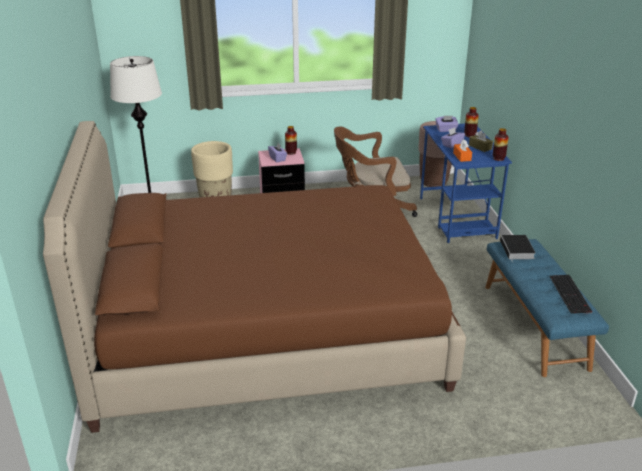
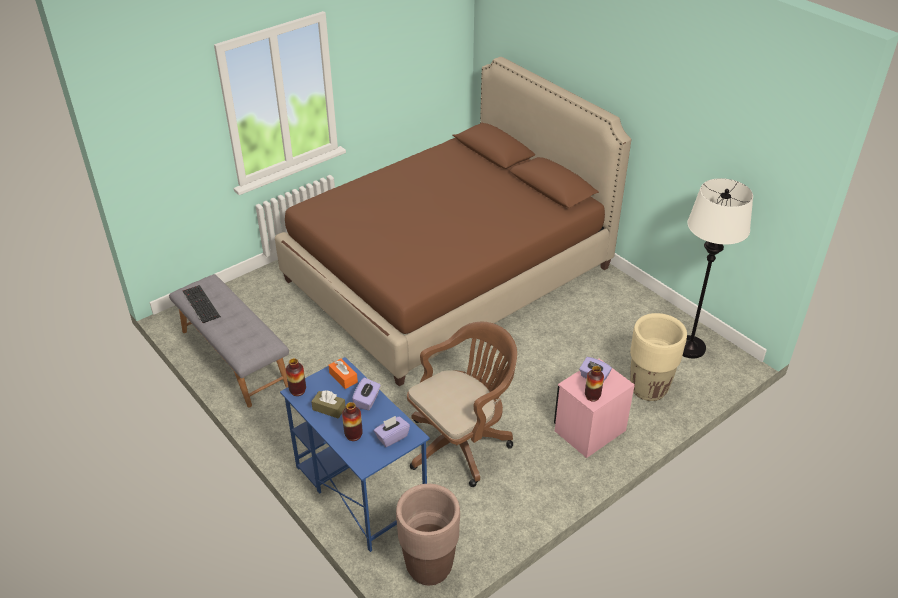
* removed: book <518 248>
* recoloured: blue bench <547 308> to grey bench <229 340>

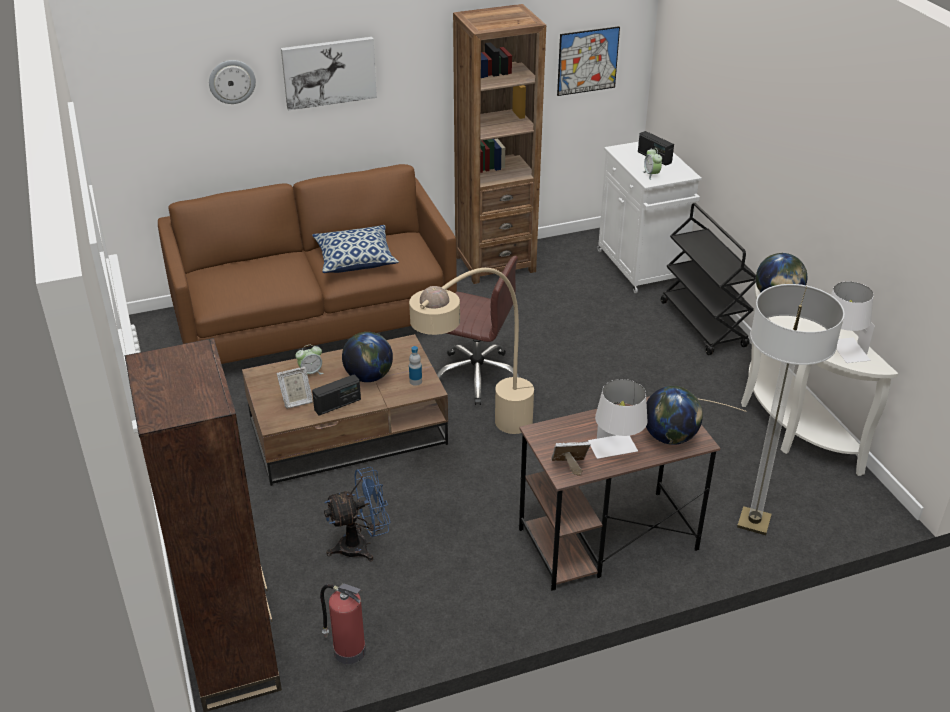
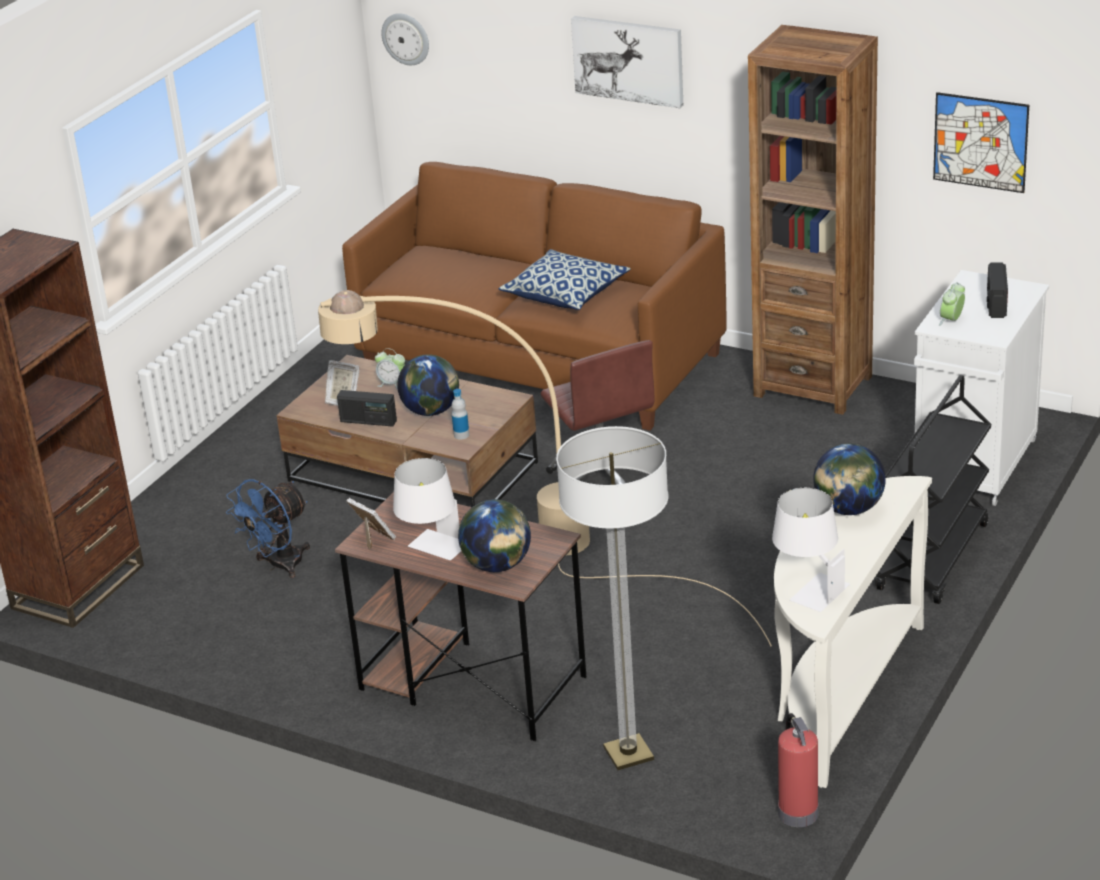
* moved: wall clock <232 82> to <405 39>
* moved: fire extinguisher <343 623> to <798 770>
* turned: blue fan <357 514> = <268 528> 105 degrees clockwise

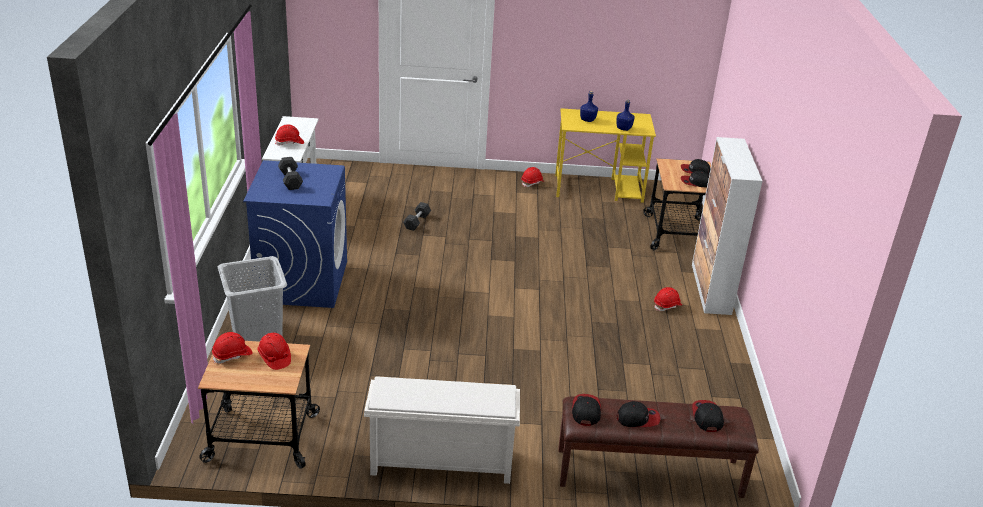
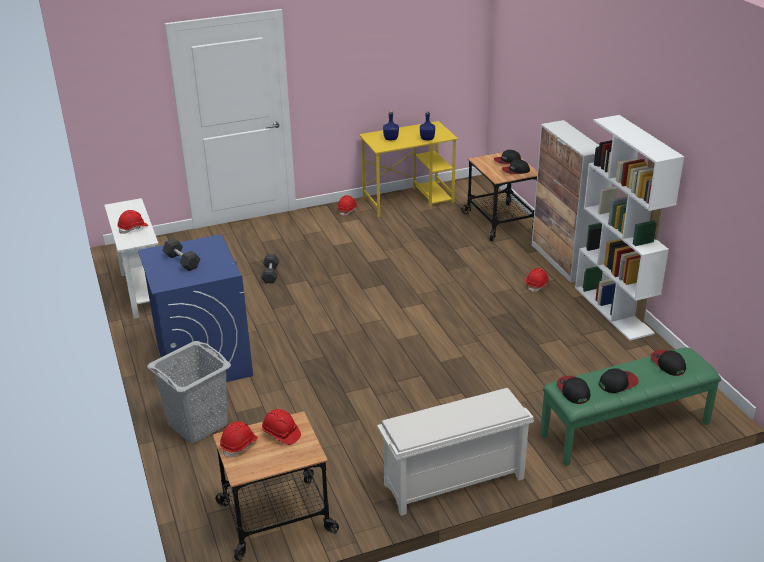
* added: white bookcase <629 228>
* recoloured: brown bench <658 447> to green bench <630 406>

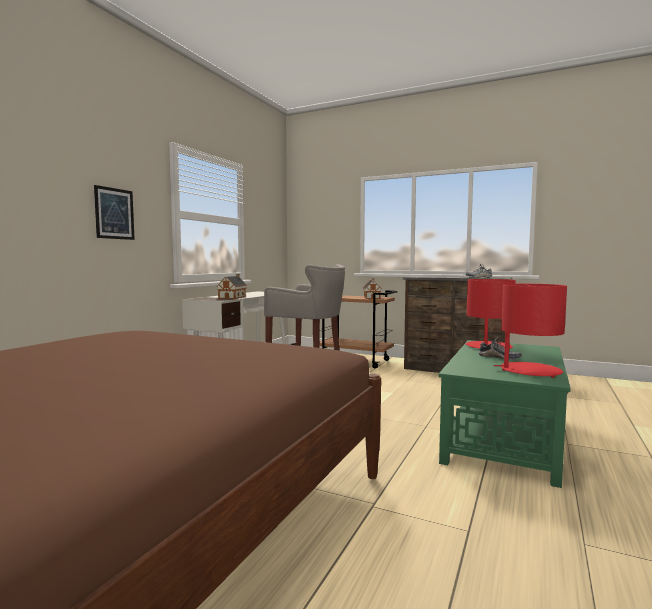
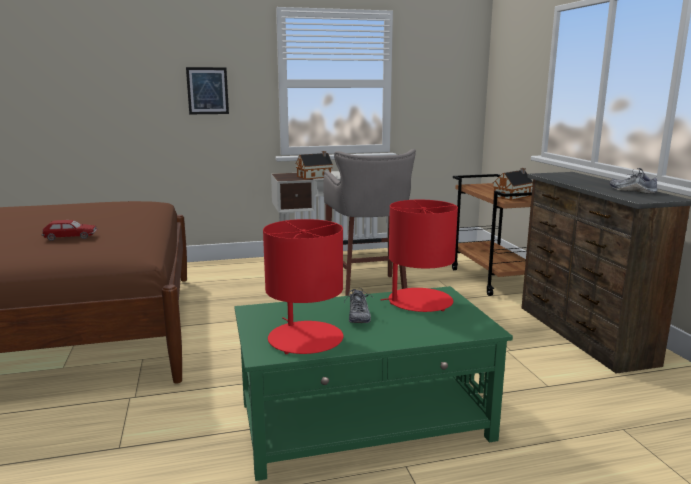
* added: toy car <69 230>

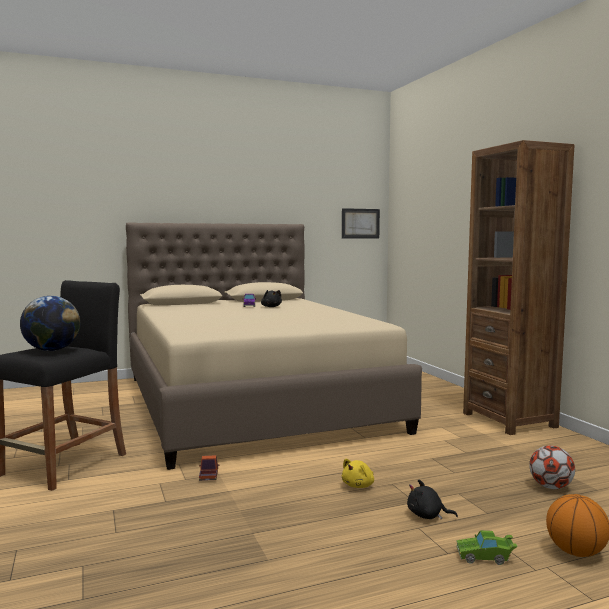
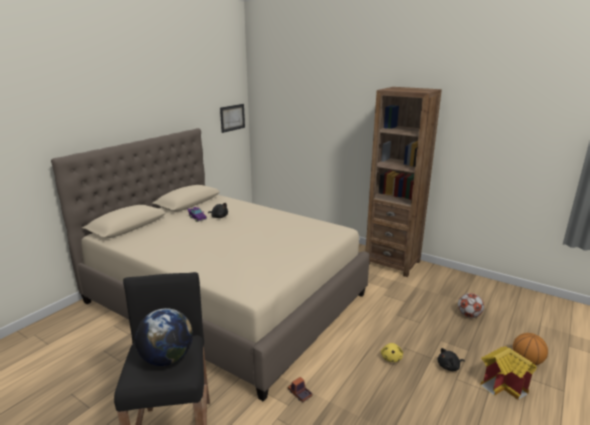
* replaced: green toy car <487 547> to toy house <508 373>

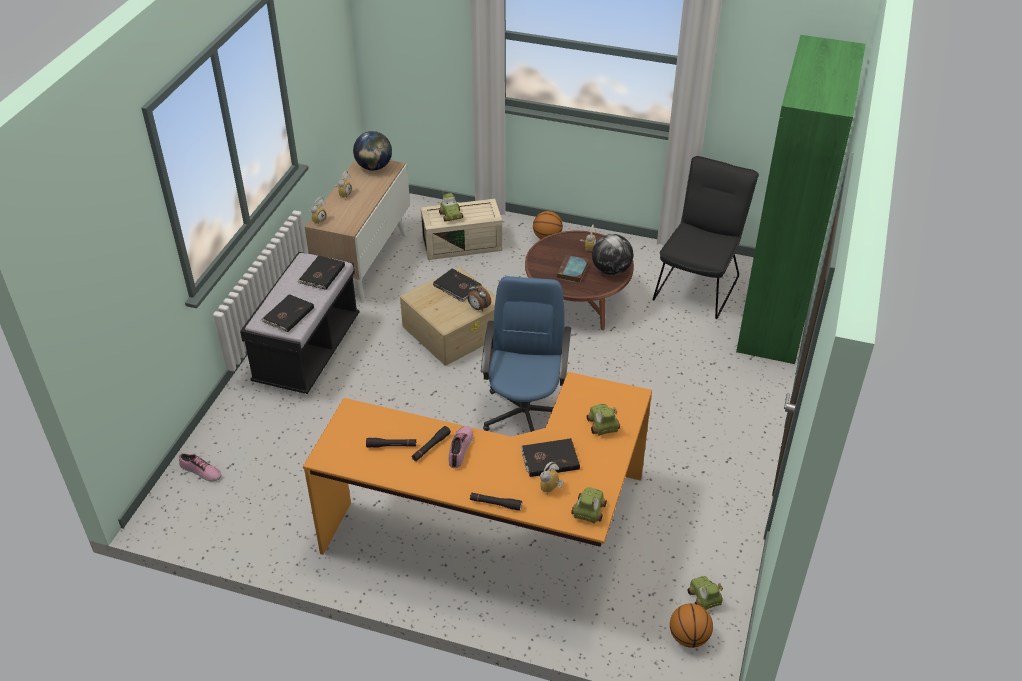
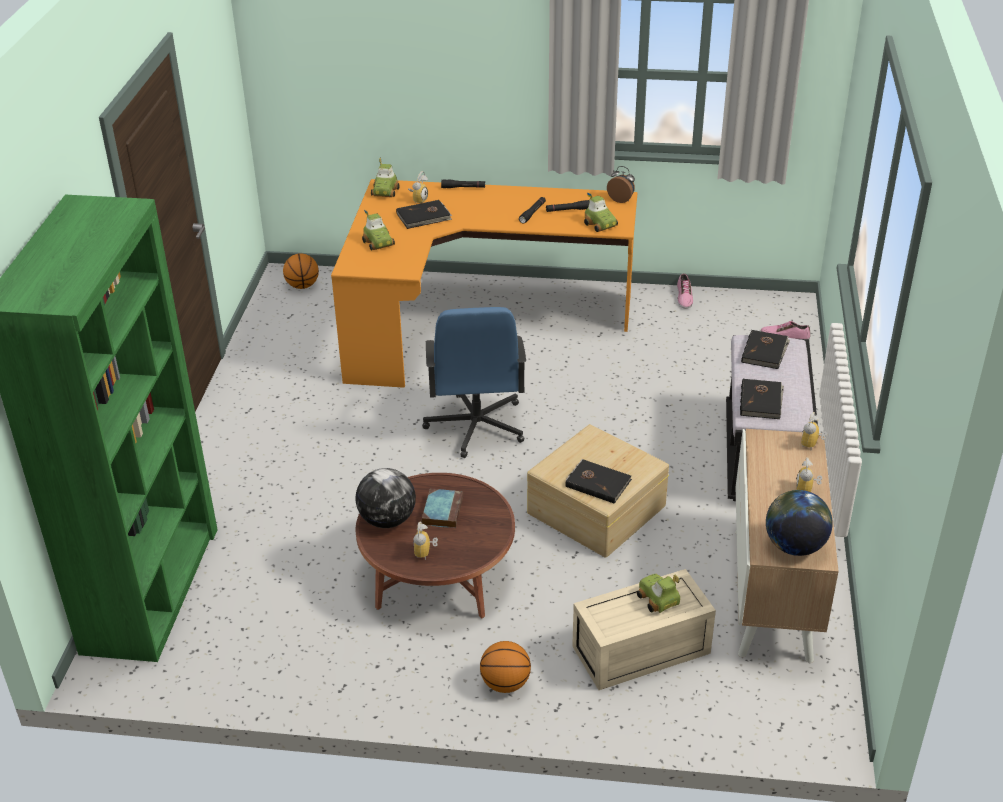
* removed: black chair <706 237>
* moved: shoe <461 447> to <685 291>
* moved: alarm clock <479 297> to <621 184>
* moved: toy car <705 593> to <601 212>

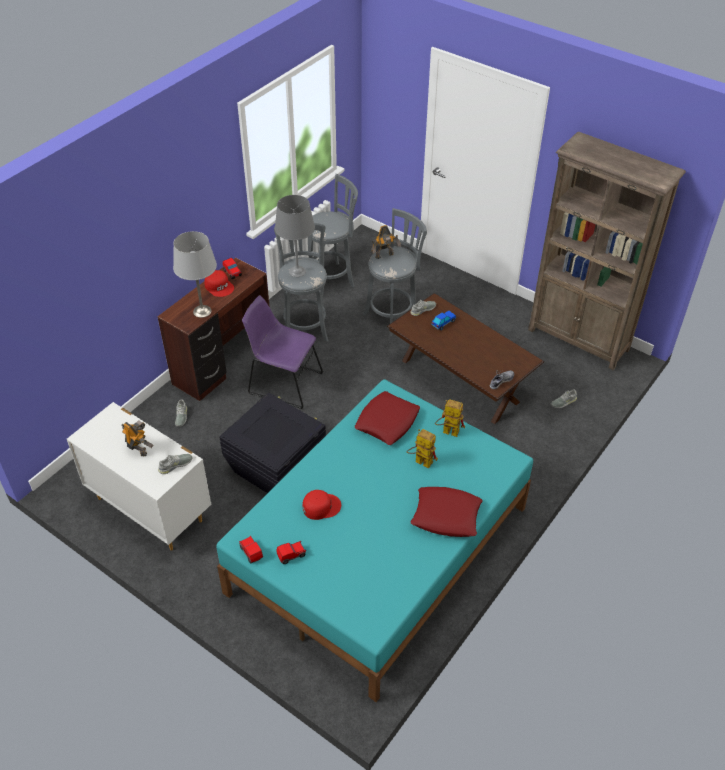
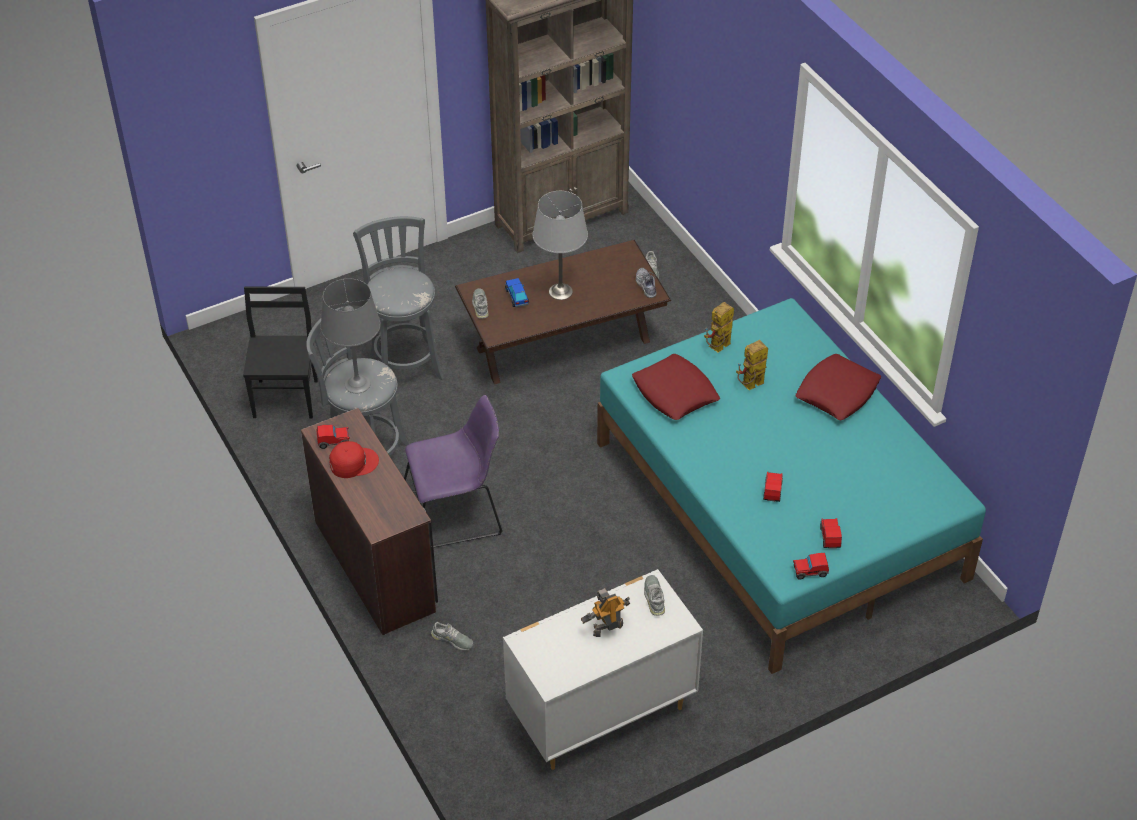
* removed: black storage box <272 443>
* removed: toy robot <386 242>
* moved: grey table lamp <195 274> to <560 245>
* replaced: red cap <322 505> to toy car <773 487>
* replaced: grey stool <333 235> to black chair <280 352>
* turned: purple chair <283 352> = <453 471> 150 degrees counterclockwise

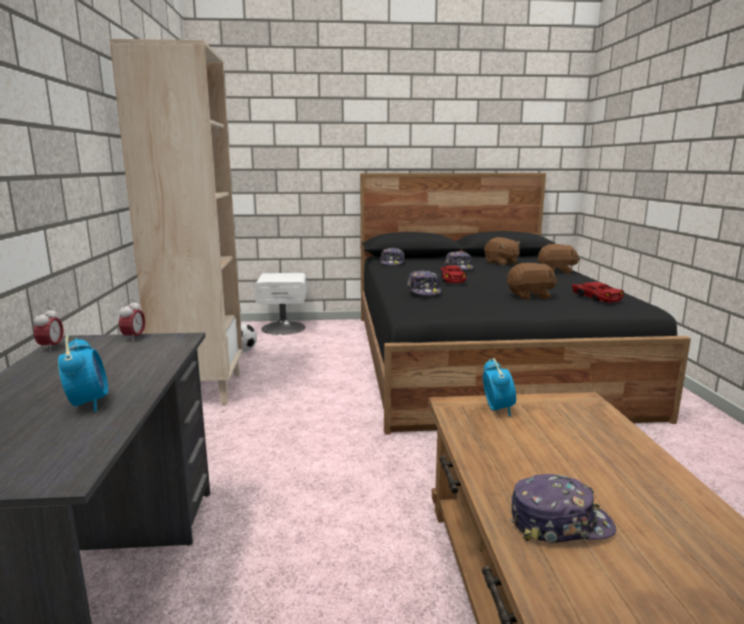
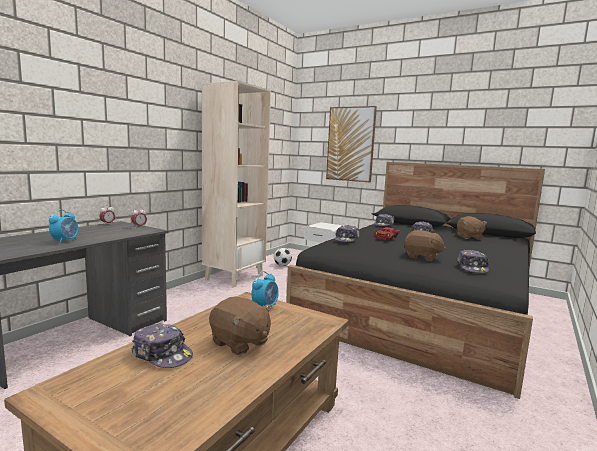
* added: picture <351 144>
* moved: brown plush toy <559 258> to <240 325>
* replaced: red toy car <598 292> to cap <473 261>

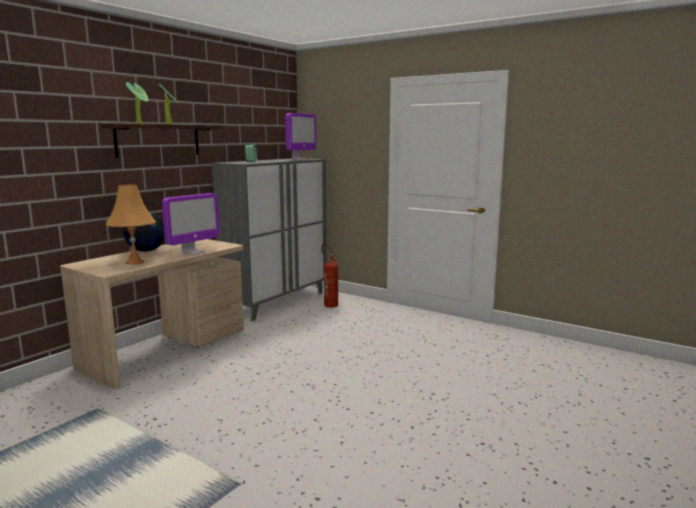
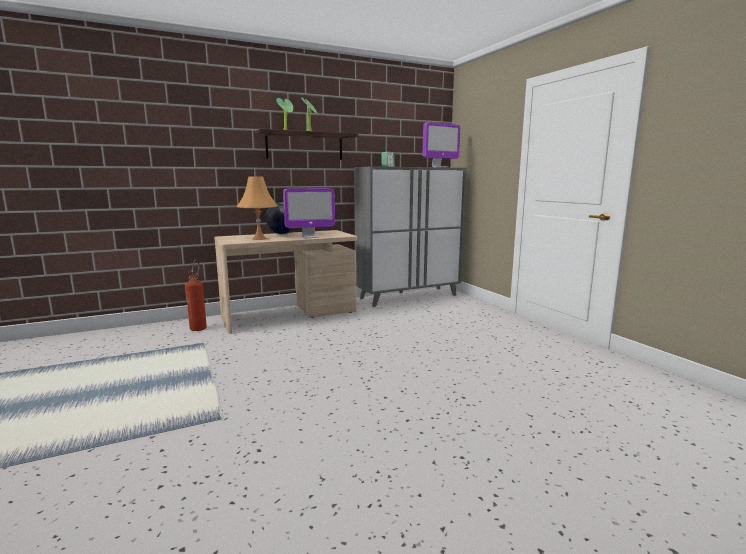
* moved: fire extinguisher <329 276> to <196 295>

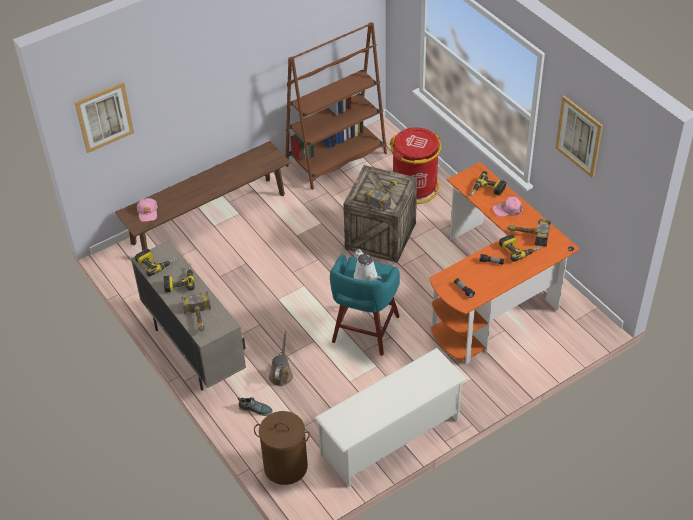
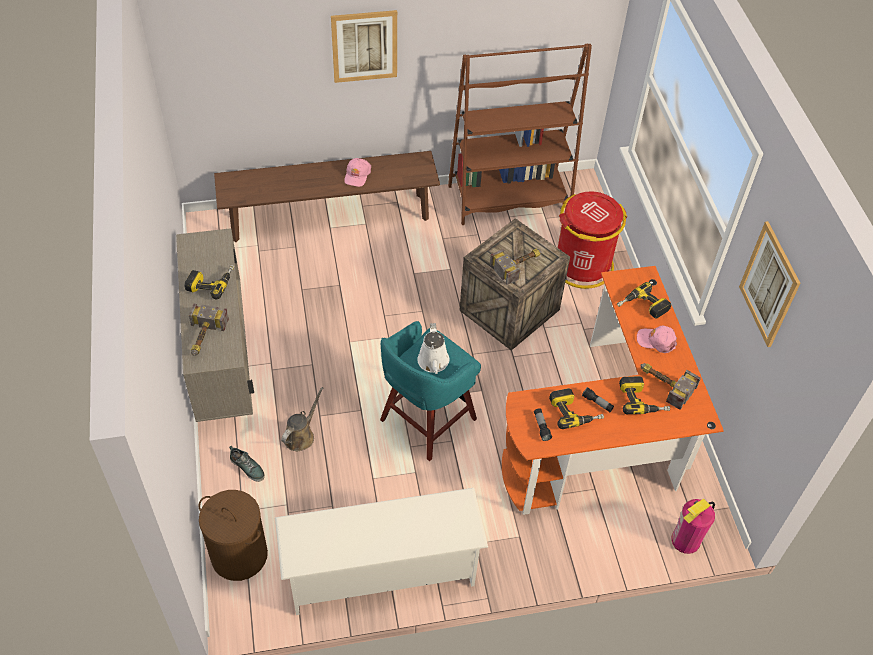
* added: fire extinguisher <693 526>
* moved: picture <104 117> to <364 46>
* moved: power drill <156 262> to <576 408>
* moved: pink cap <147 210> to <357 172>

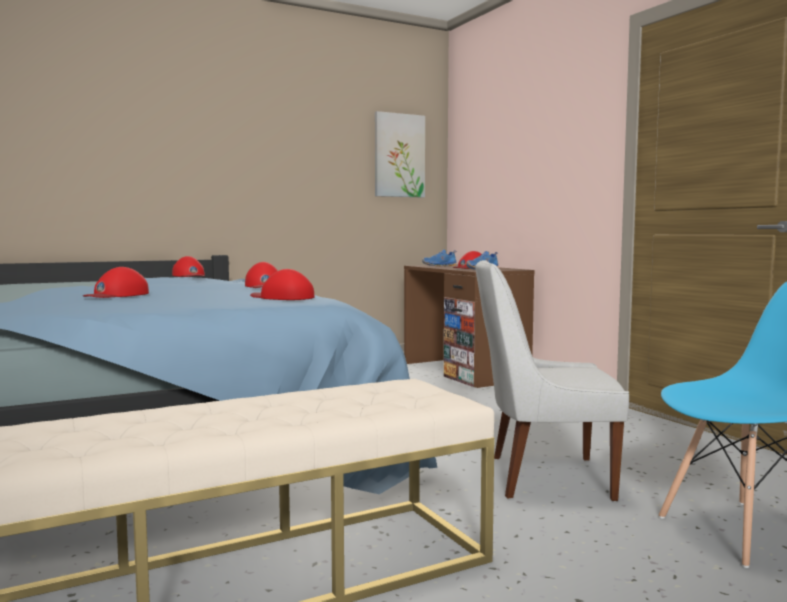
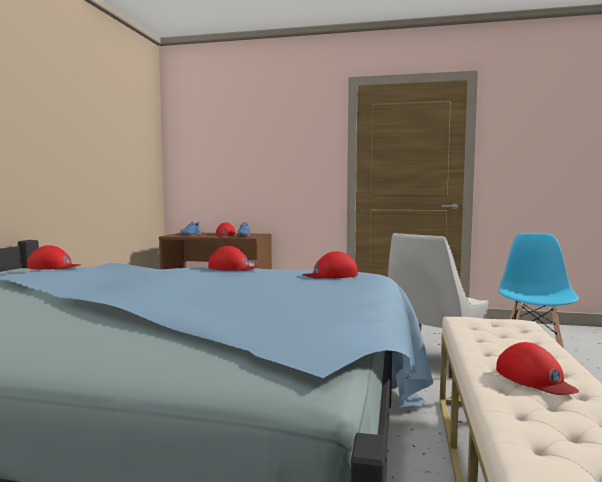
* removed: picture <400 154>
* moved: red cap <116 282> to <537 368>

